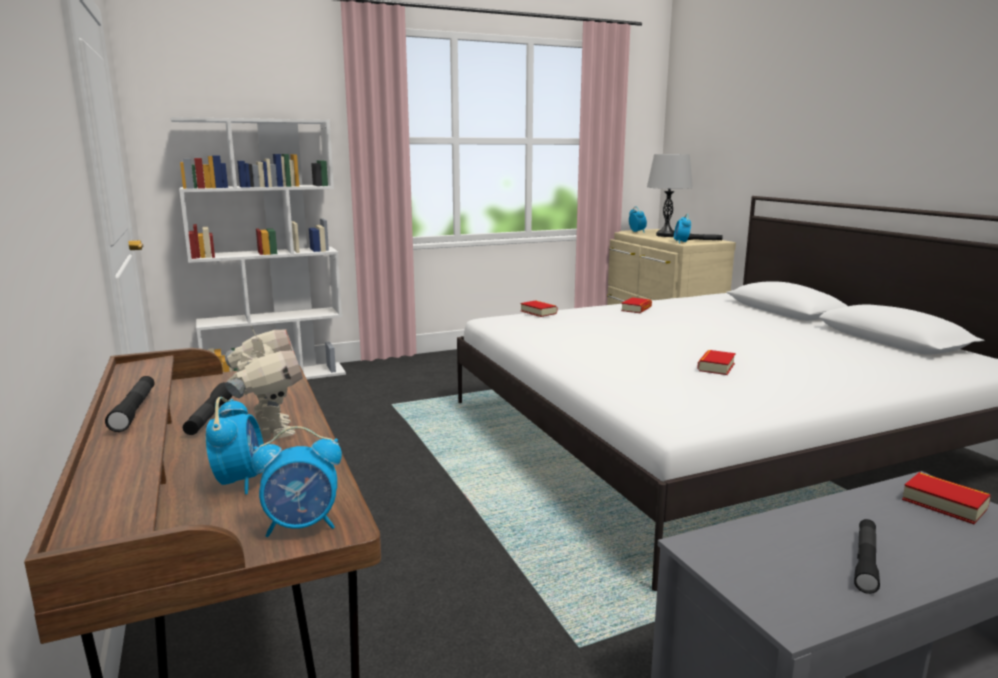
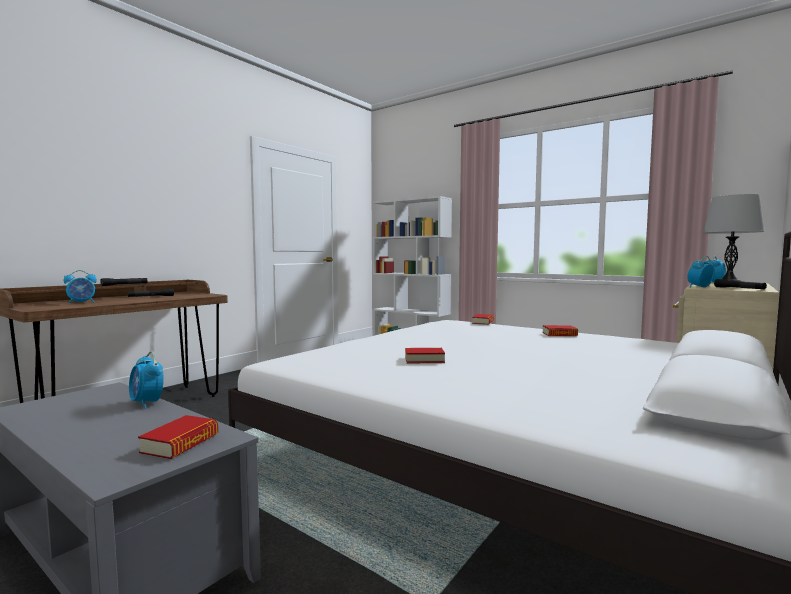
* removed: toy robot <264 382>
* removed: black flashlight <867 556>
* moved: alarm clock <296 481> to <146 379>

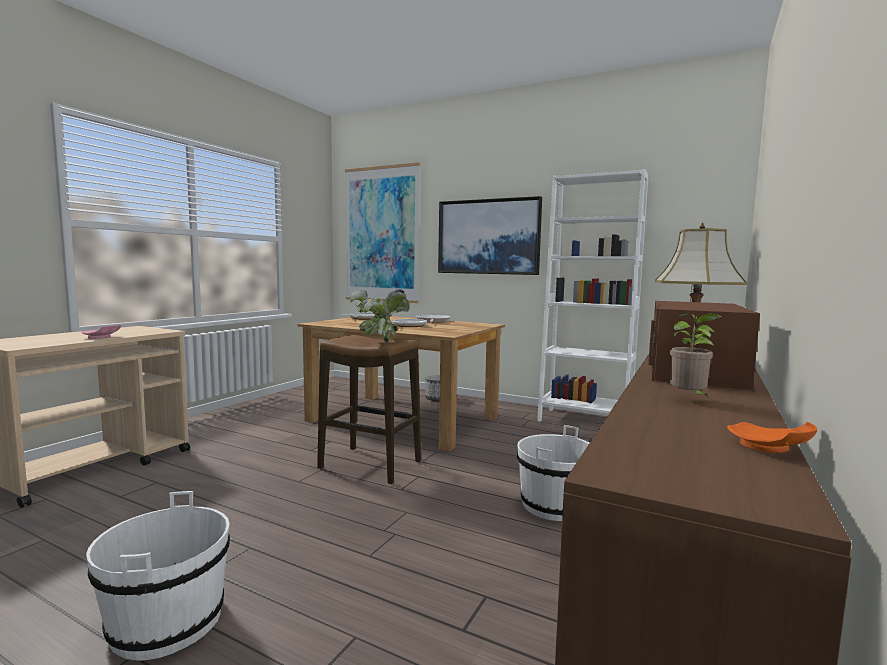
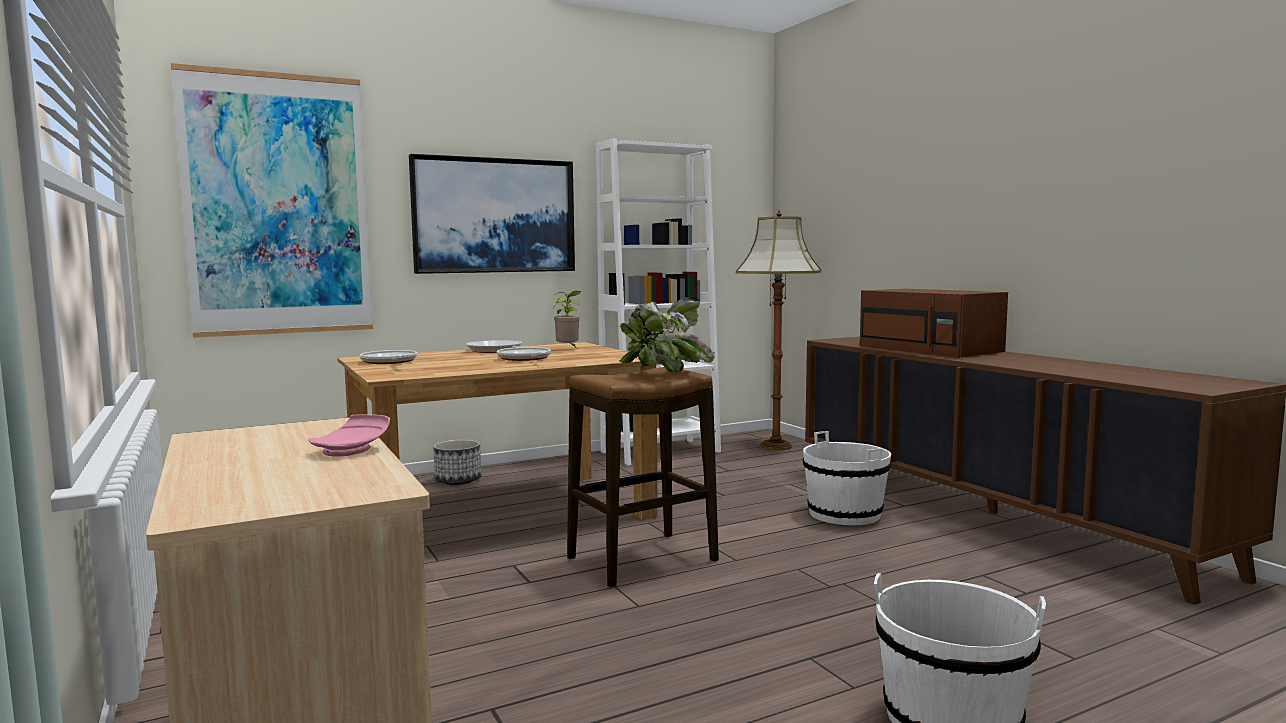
* removed: orange plate <772 437>
* moved: potted plant <695 356> to <567 319>

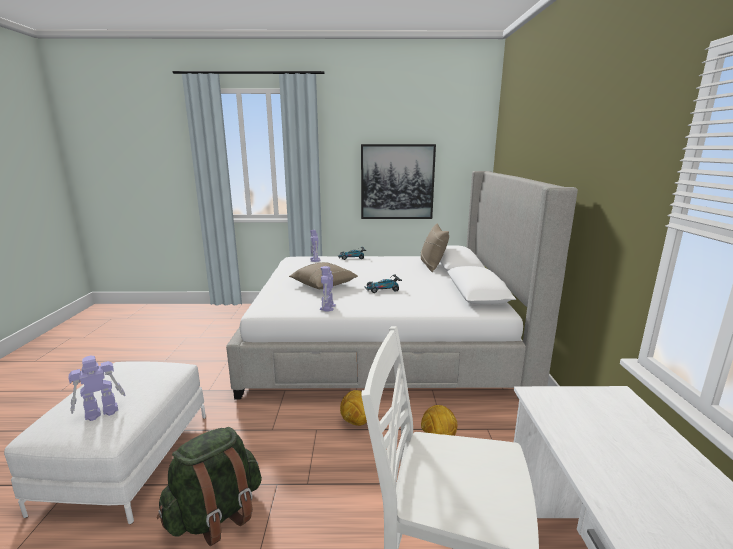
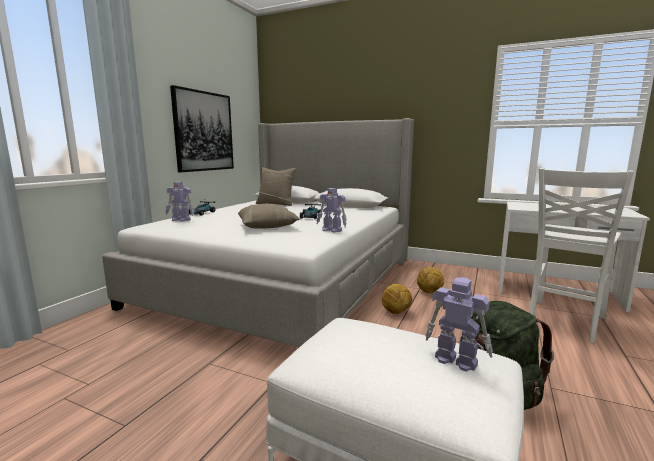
* turned: toy robot <97 388> = <459 324> 135 degrees clockwise

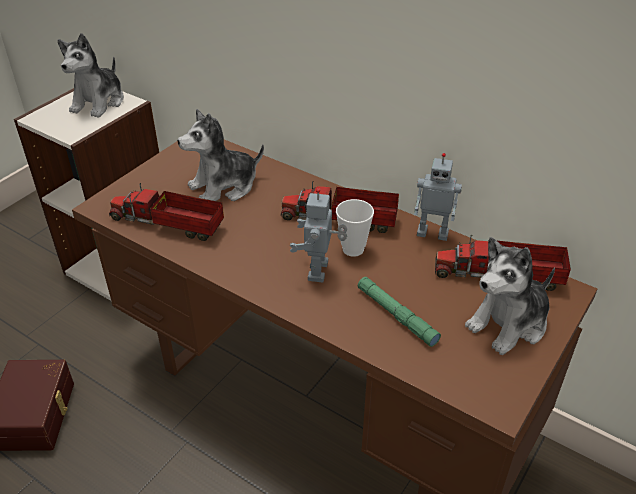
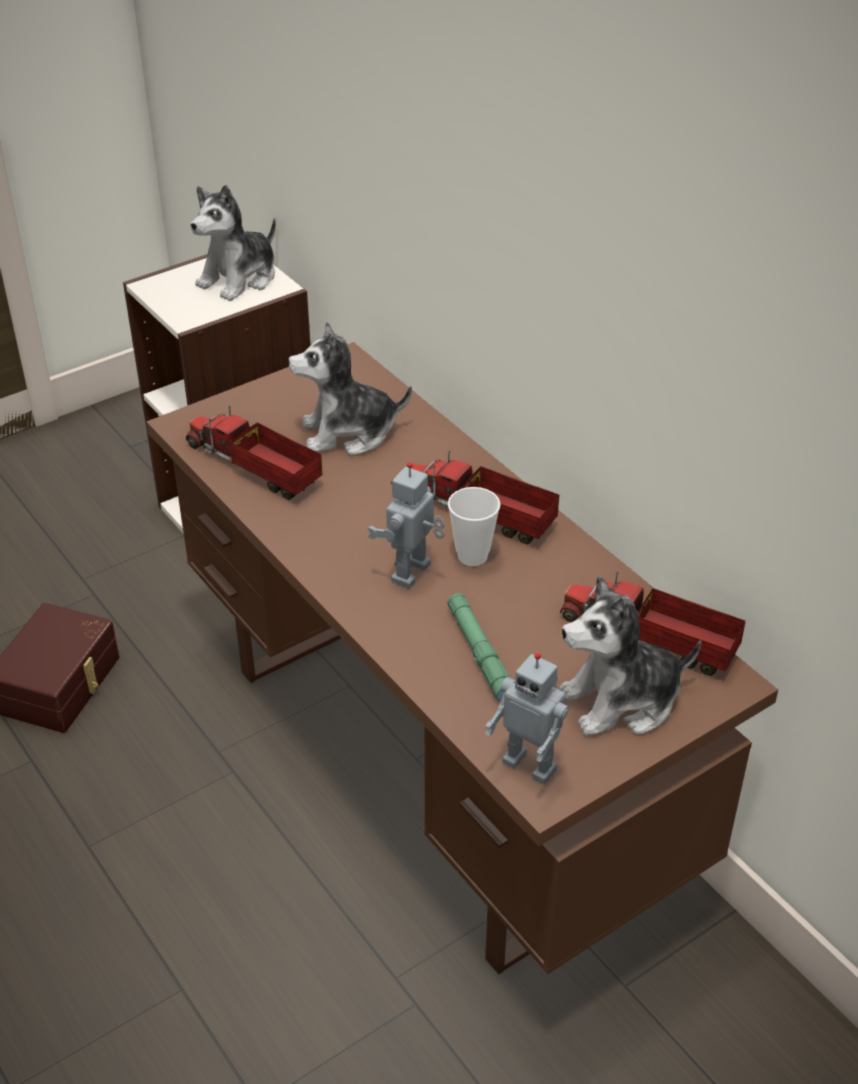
* moved: toy robot <438 197> to <527 718>

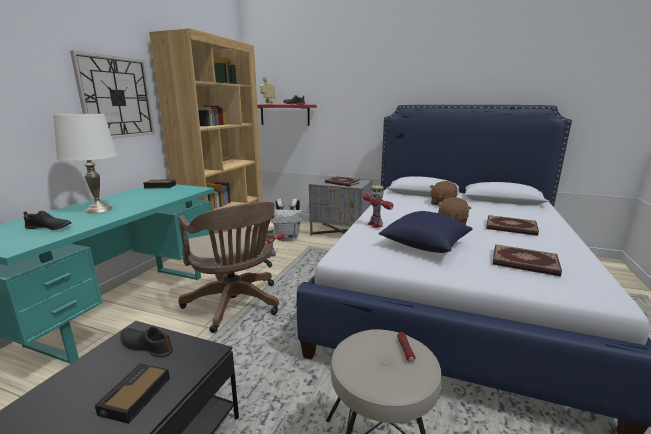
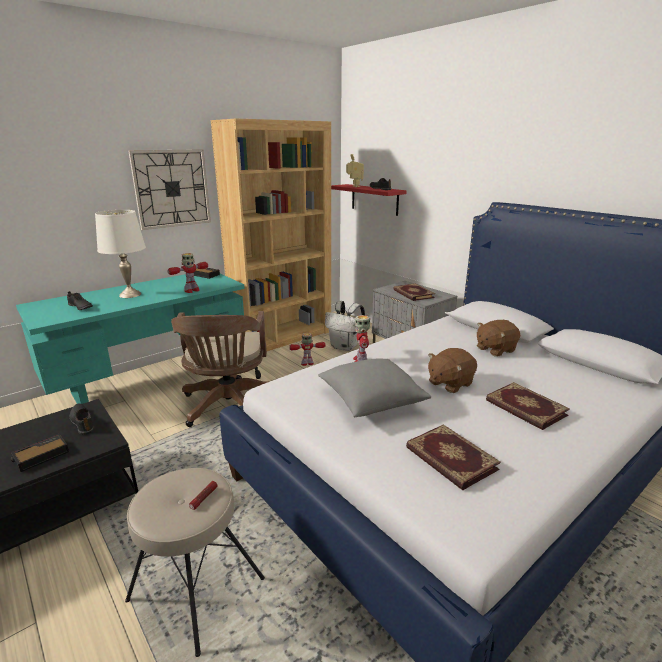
* added: toy robot <187 273>
* recoloured: blue pillow <426 232> to grey pillow <374 388>

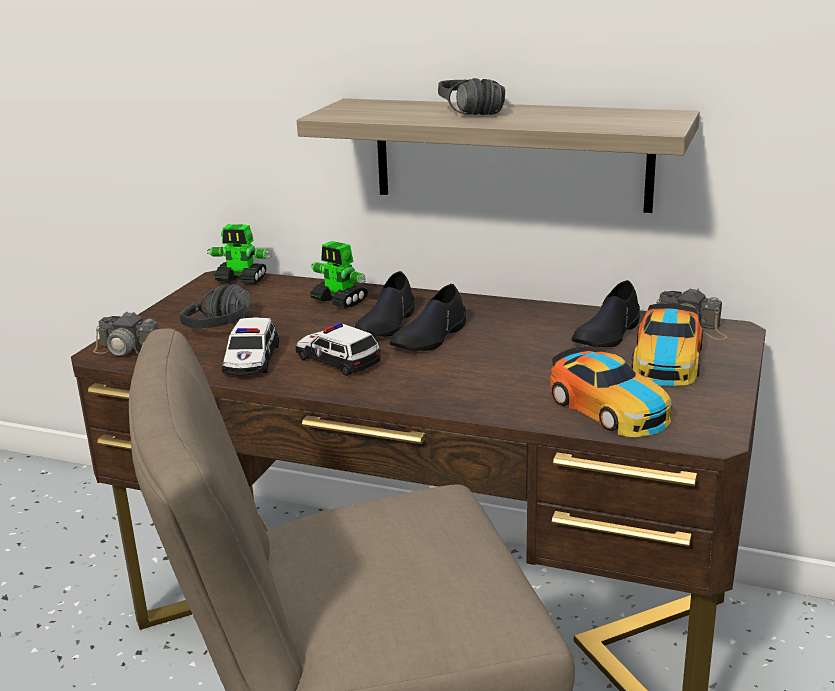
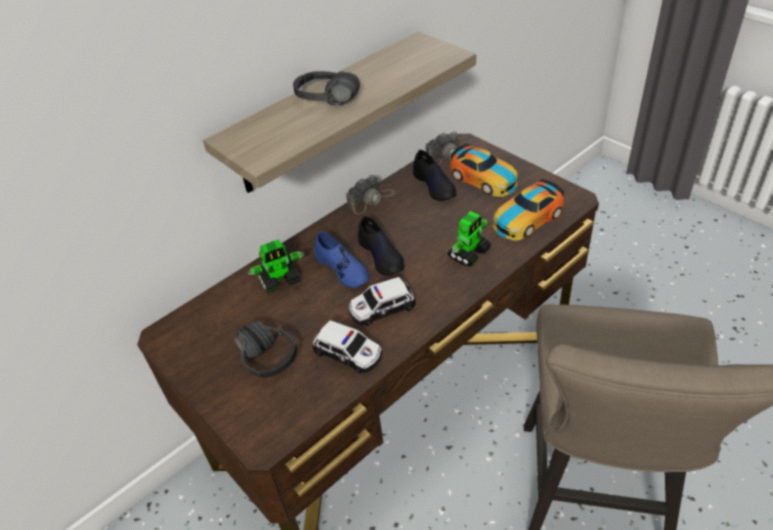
* moved: photo camera <125 333> to <370 195>
* moved: toy robot <239 254> to <469 238>
* recoloured: black shoe <384 304> to blue shoe <342 260>
* turned: toy car <611 391> = <528 210> 150 degrees clockwise

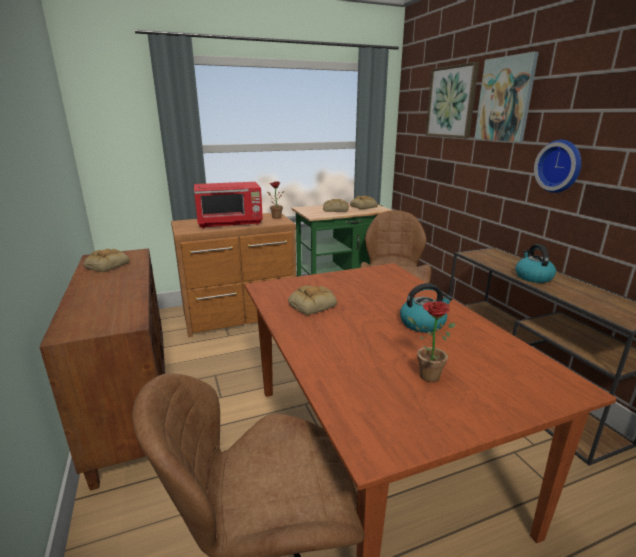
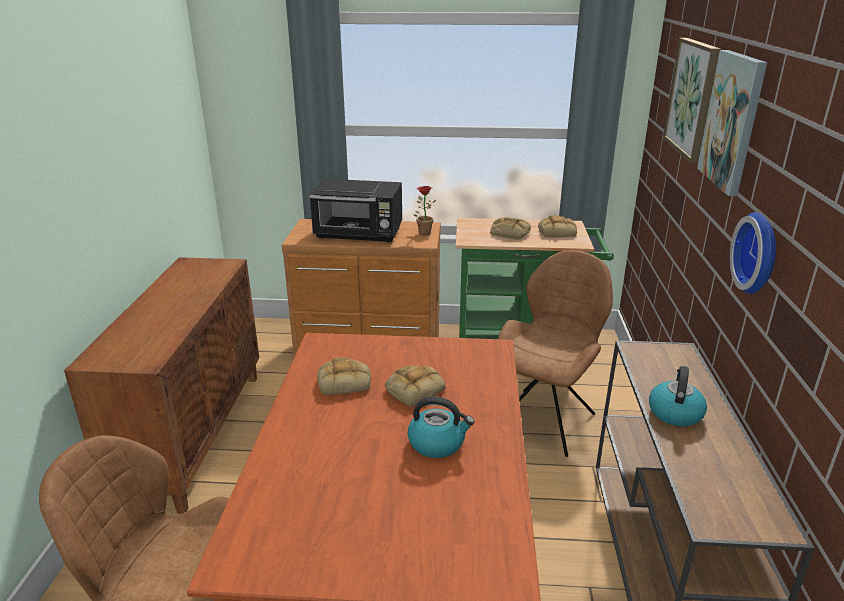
* removed: potted plant <431 341>
* moved: bread <106 260> to <415 386>
* recoloured: red microwave <228 205> to black microwave <355 211>

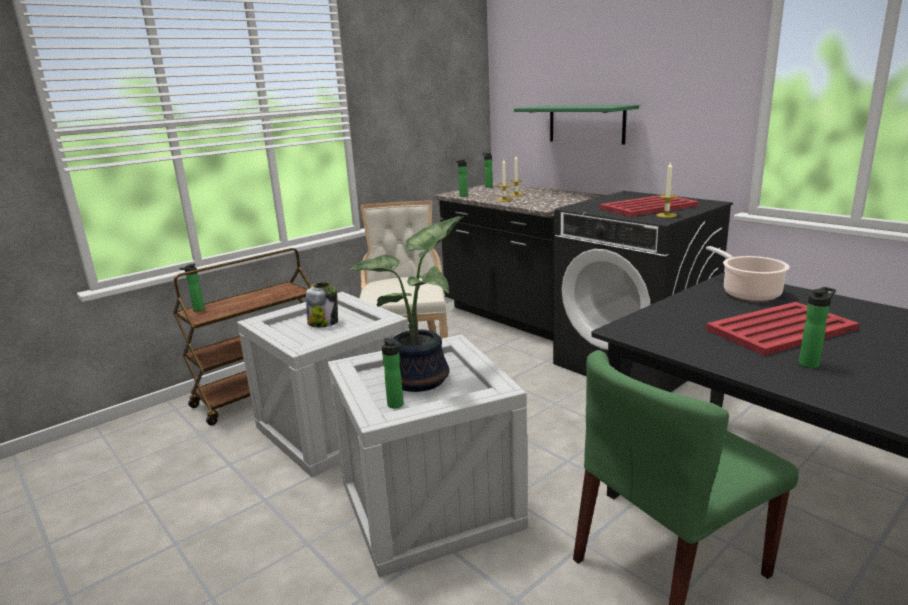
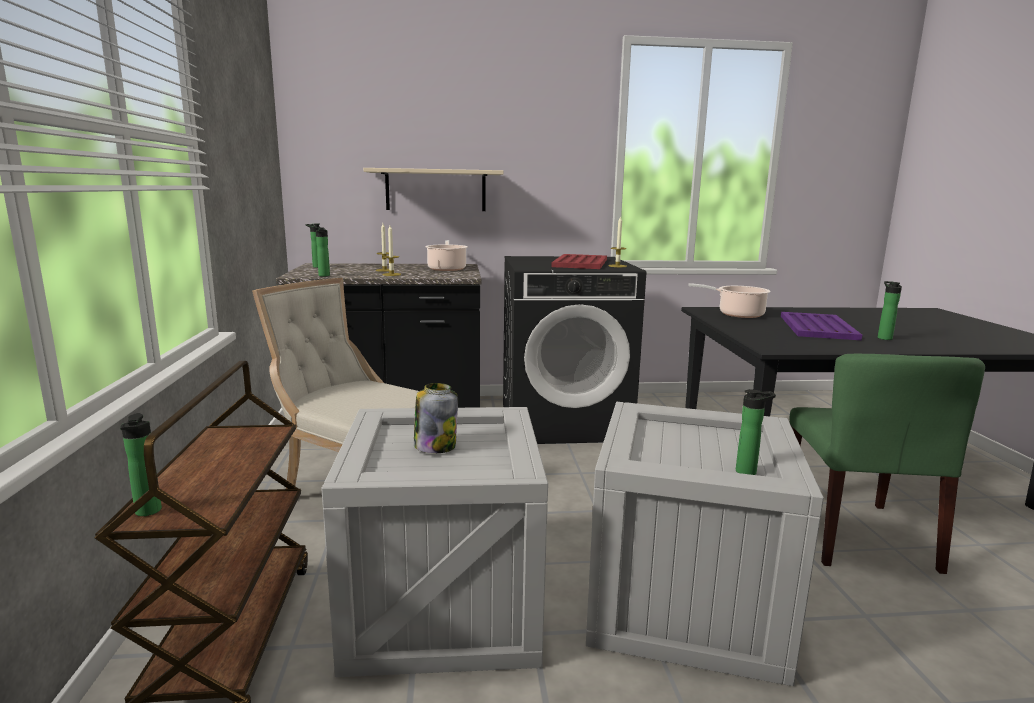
* removed: potted plant <406 304>
* added: cooking pot <446 255>
* recoloured: green shelf <576 125> to beige shelf <433 189>
* recoloured: red tray <782 329> to purple tray <821 326>

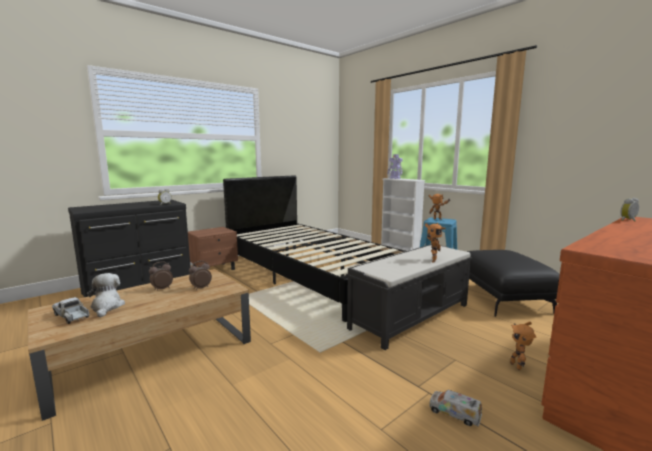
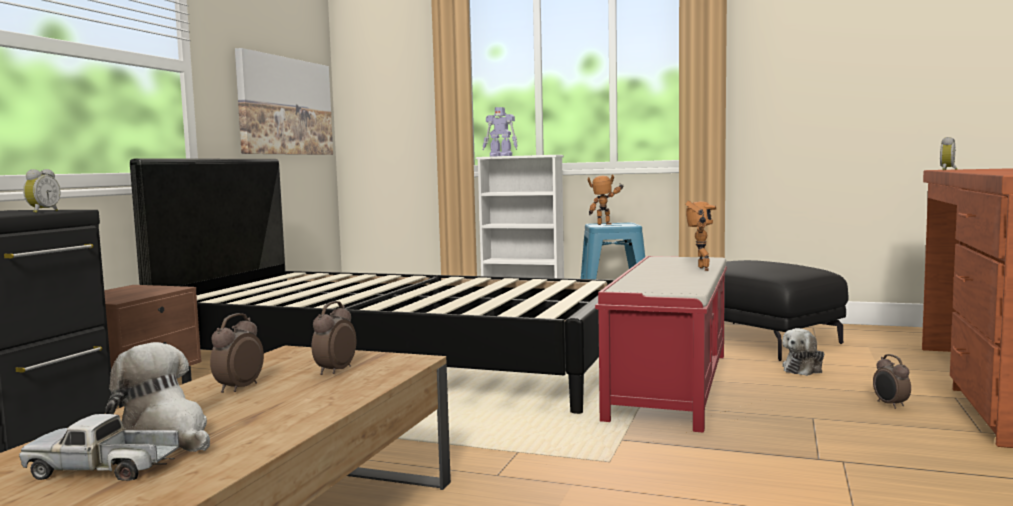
* removed: toy truck <455 408>
* added: picture <284 101>
* added: plush toy <803 352>
* replaced: toy robot <523 345> to alarm clock <892 381>
* recoloured: black bench <409 297> to red bench <661 344>

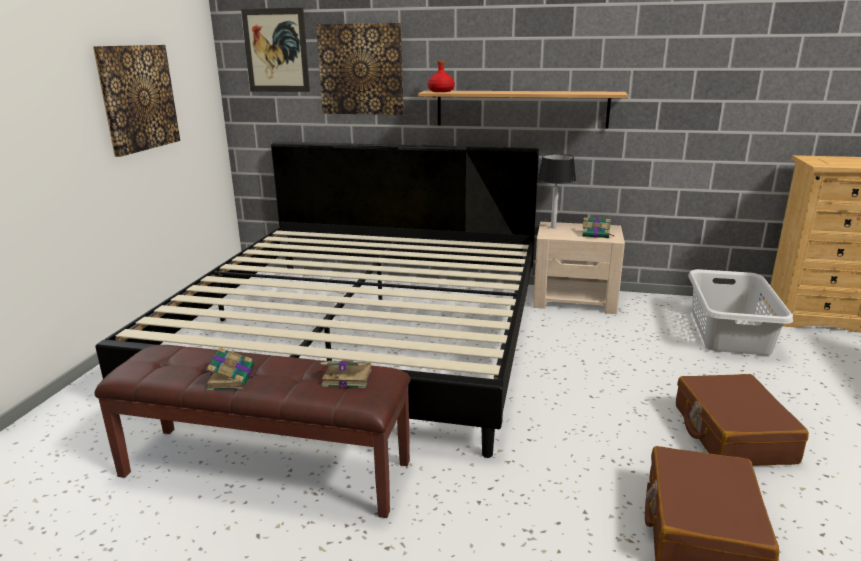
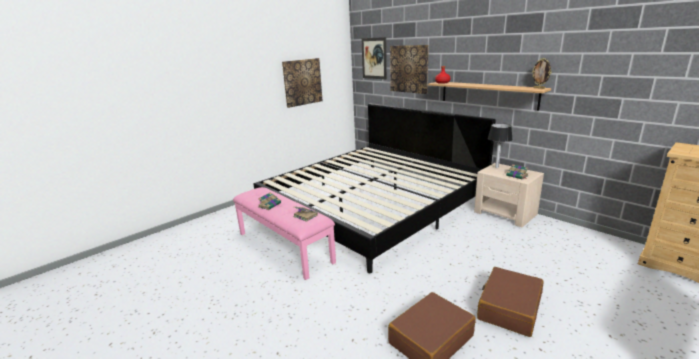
* removed: grey laundry basket <740 312>
* added: picture frame <542 73>
* recoloured: brown bench <253 431> to pink bench <284 233>

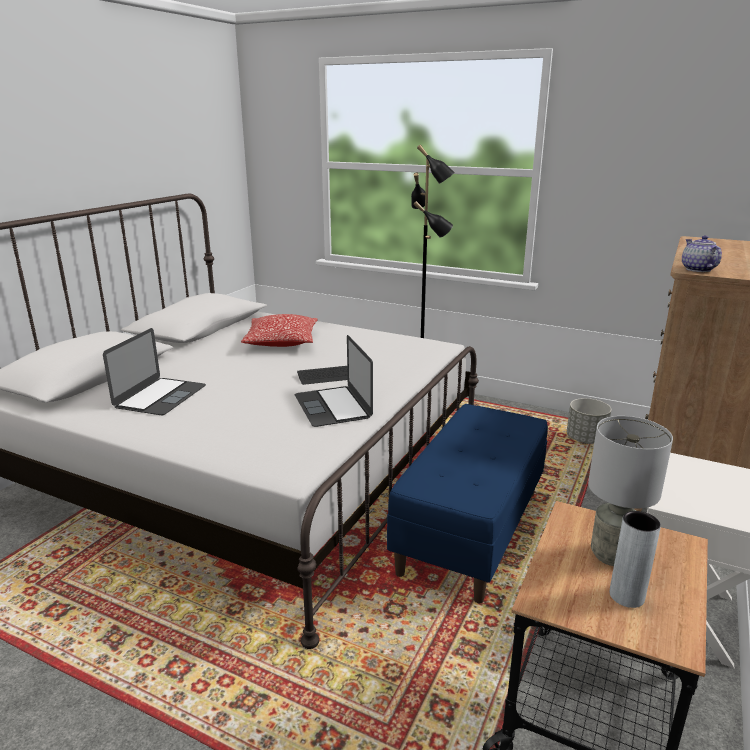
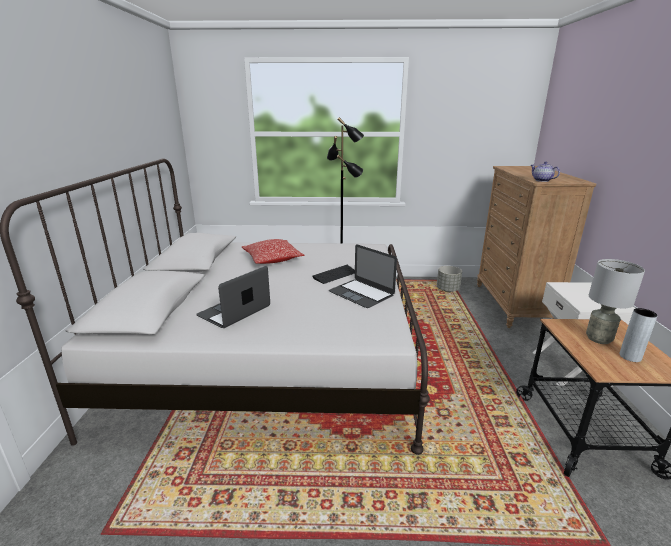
* removed: blue bench <467 503>
* turned: laptop <154 371> = <233 297> 135 degrees counterclockwise

